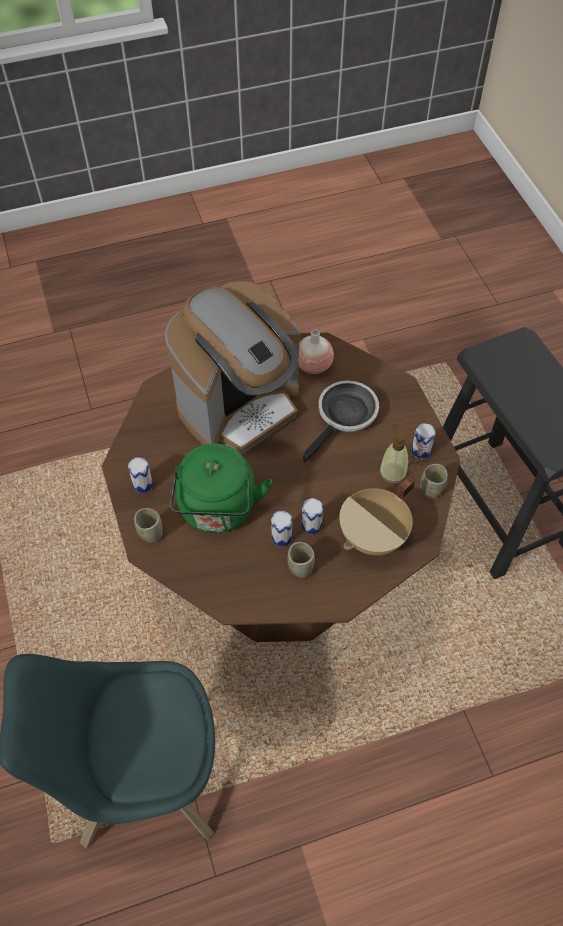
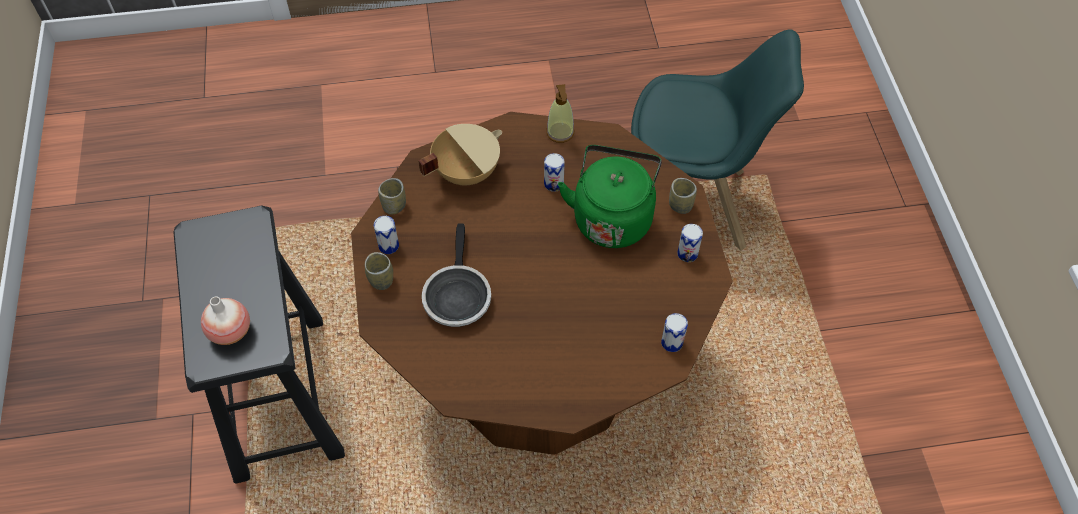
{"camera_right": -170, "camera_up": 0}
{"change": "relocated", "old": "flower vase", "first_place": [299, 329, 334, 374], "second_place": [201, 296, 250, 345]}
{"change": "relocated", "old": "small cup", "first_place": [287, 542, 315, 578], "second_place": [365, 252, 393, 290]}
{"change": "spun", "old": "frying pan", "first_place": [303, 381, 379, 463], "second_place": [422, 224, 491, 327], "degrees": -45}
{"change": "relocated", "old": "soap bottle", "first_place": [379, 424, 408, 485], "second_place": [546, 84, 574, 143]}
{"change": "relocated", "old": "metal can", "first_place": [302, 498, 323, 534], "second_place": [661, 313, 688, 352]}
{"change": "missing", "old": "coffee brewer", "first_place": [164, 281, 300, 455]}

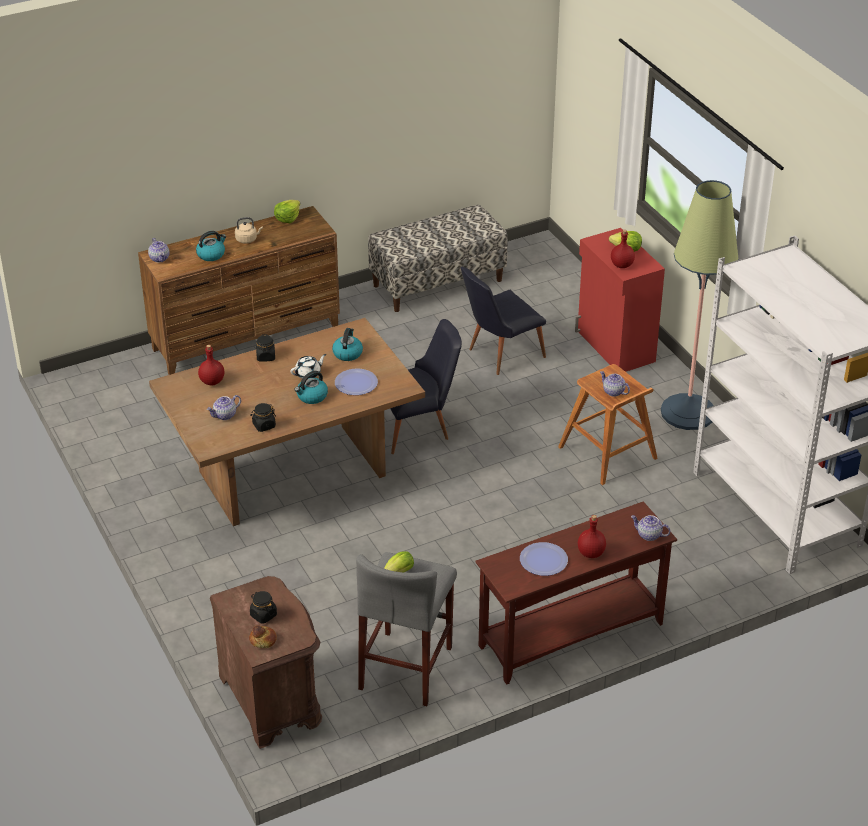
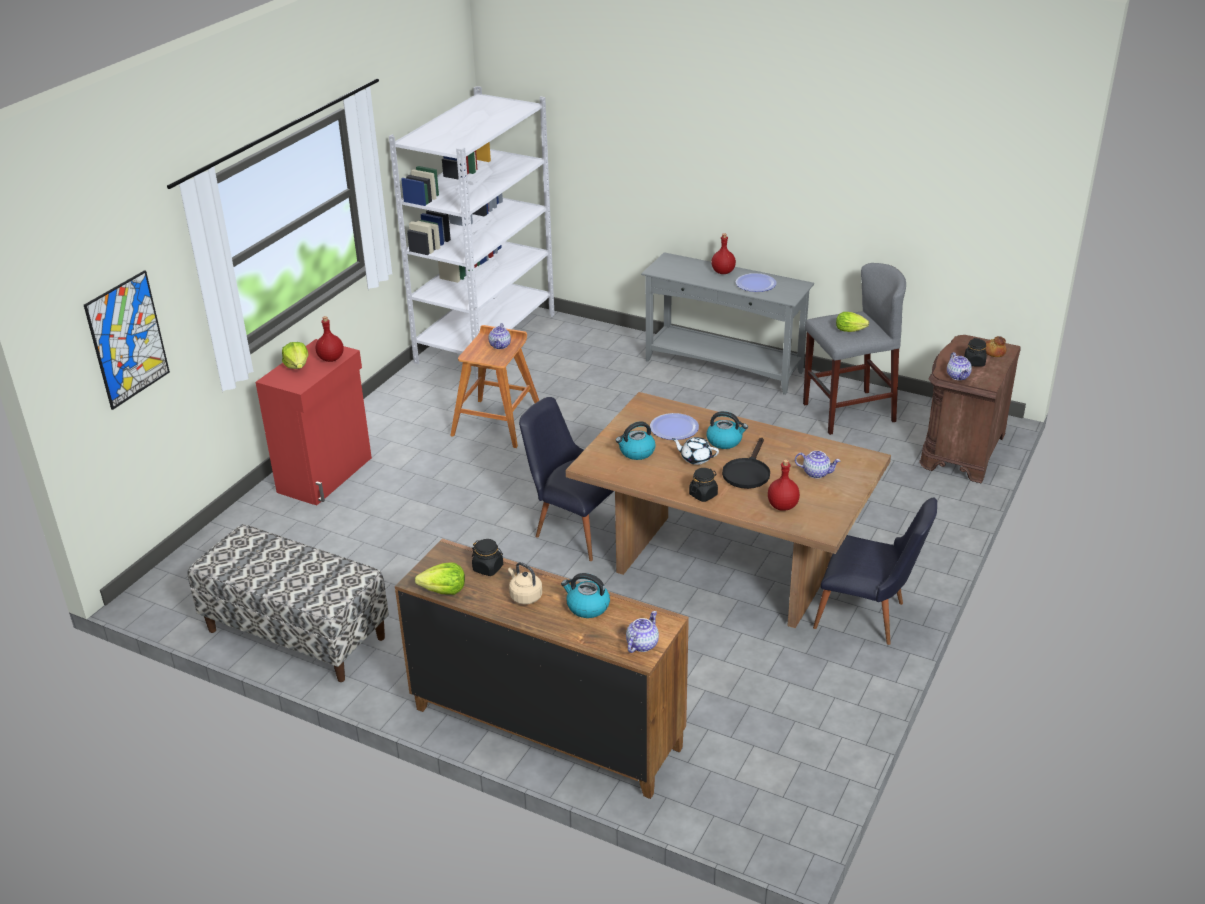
{"camera_right": -125, "camera_up": -5}
{"change": "appeared", "new": "wall art", "second_place": [84, 270, 170, 410]}
{"change": "relocated", "old": "black-coloured preserve jar", "first_place": [250, 403, 276, 432], "second_place": [472, 539, 503, 576]}
{"change": "colour", "old": "brownish hall table", "new": "gray hall table", "first_place": [475, 501, 677, 685], "second_place": [641, 252, 814, 395]}
{"change": "appeared", "new": "black-coloured frying pan", "second_place": [722, 438, 770, 489]}
{"change": "relocated", "old": "black-coloured chair", "first_place": [461, 267, 546, 375], "second_place": [813, 498, 937, 645]}
{"change": "relocated", "old": "pot for tea", "first_place": [631, 515, 670, 541], "second_place": [947, 352, 972, 380]}
{"change": "missing", "old": "standing lamp", "first_place": [661, 180, 739, 430]}

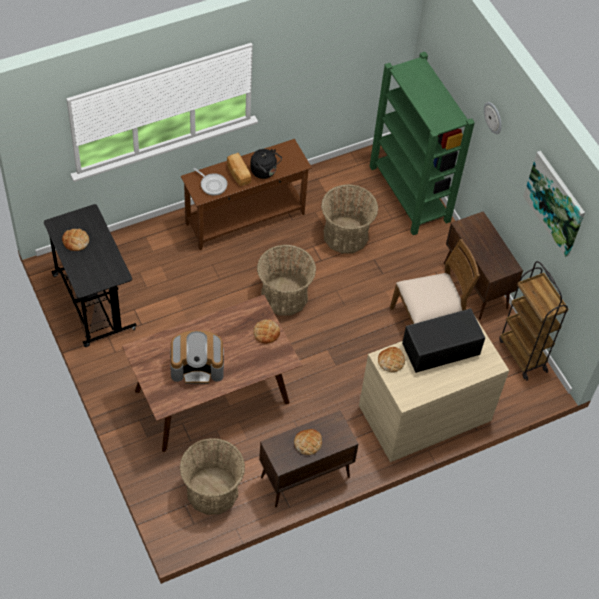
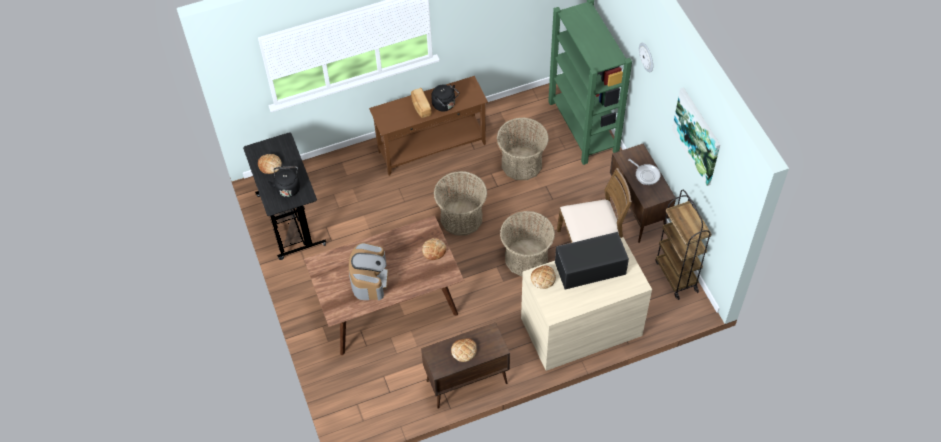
{"camera_right": 10, "camera_up": 0}
{"change": "appeared", "new": "black-coloured kettle", "second_place": [268, 166, 300, 197]}
{"change": "spun", "old": "coffee brewer", "first_place": [170, 331, 224, 384], "second_place": [349, 243, 389, 300], "degrees": -90}
{"change": "relocated", "old": "household basket", "first_place": [180, 438, 245, 515], "second_place": [500, 211, 555, 276]}
{"change": "relocated", "old": "frying pan", "first_place": [194, 168, 227, 196], "second_place": [628, 159, 661, 185]}

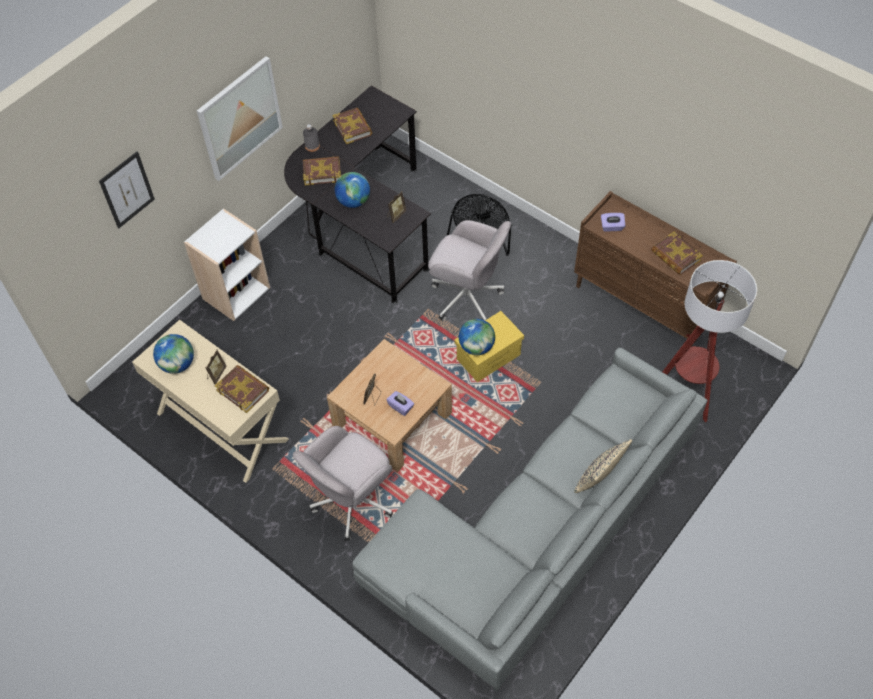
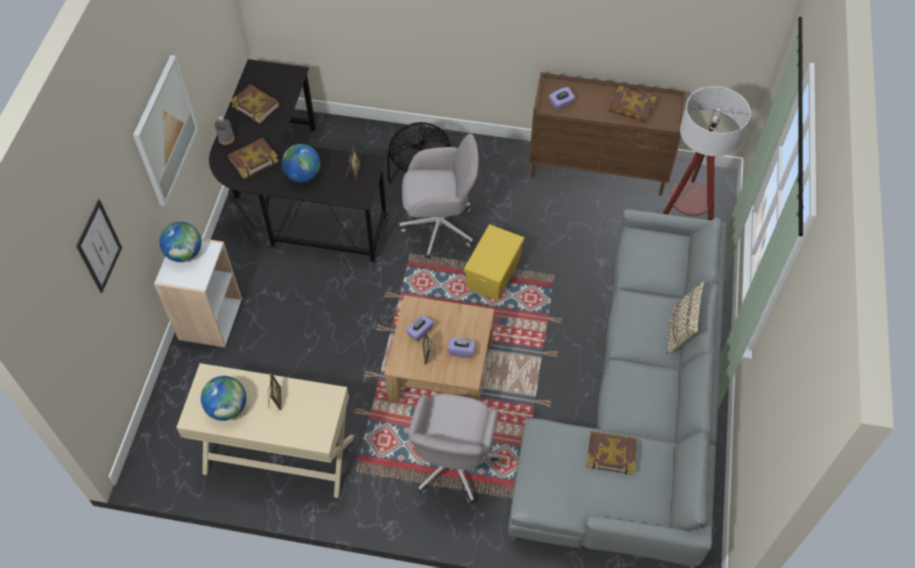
{"camera_right": -30, "camera_up": 0}
{"change": "relocated", "old": "desk globe", "first_place": [459, 319, 495, 355], "second_place": [160, 222, 201, 262]}
{"change": "appeared", "new": "purplish tissue holder", "second_place": [406, 315, 434, 342]}
{"change": "relocated", "old": "volume", "first_place": [215, 365, 269, 413], "second_place": [586, 431, 637, 475]}

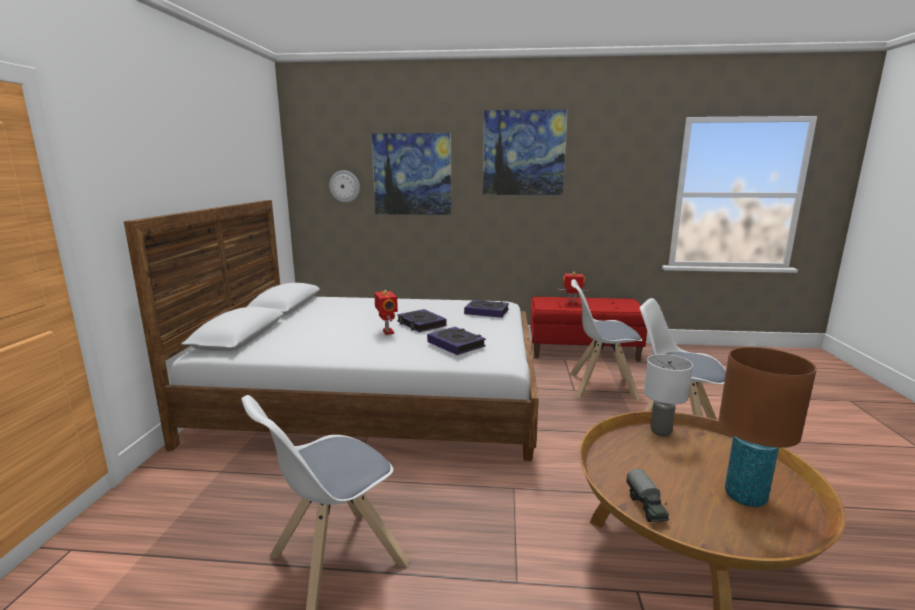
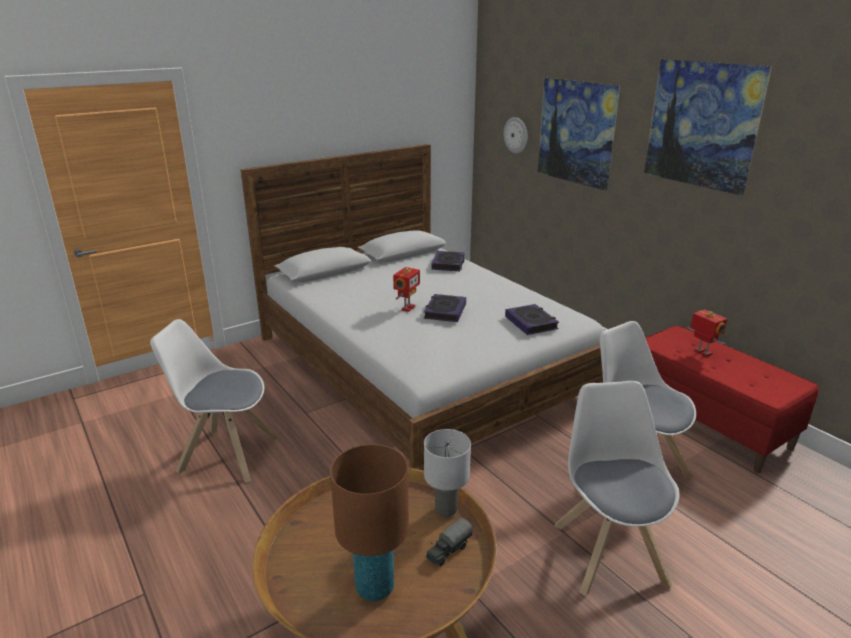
{"camera_right": 50, "camera_up": 10}
{"change": "relocated", "old": "toy lorry", "first_place": [626, 469, 669, 522], "second_place": [426, 518, 473, 566]}
{"change": "relocated", "old": "volume", "first_place": [427, 327, 486, 355], "second_place": [431, 251, 465, 271]}

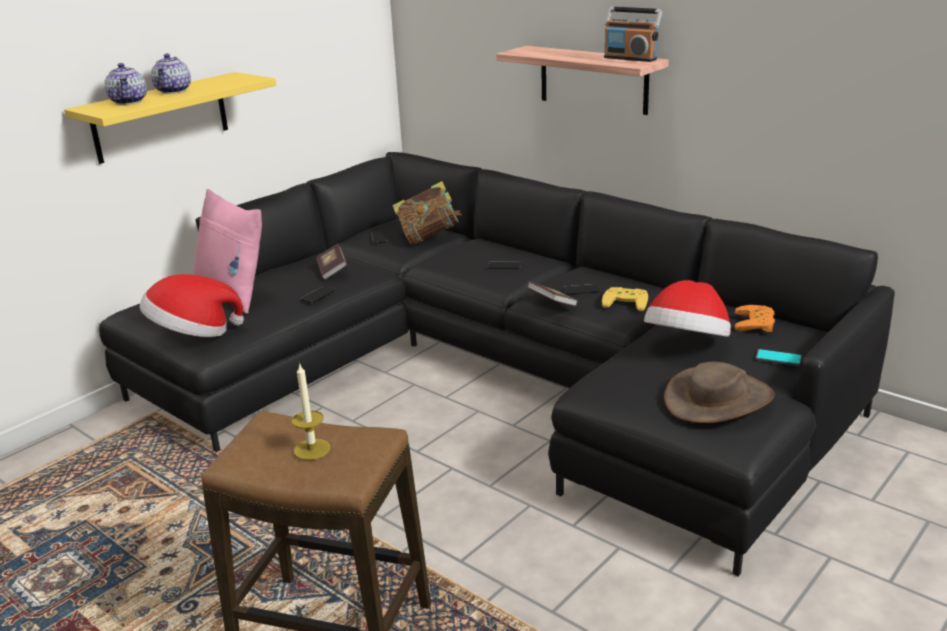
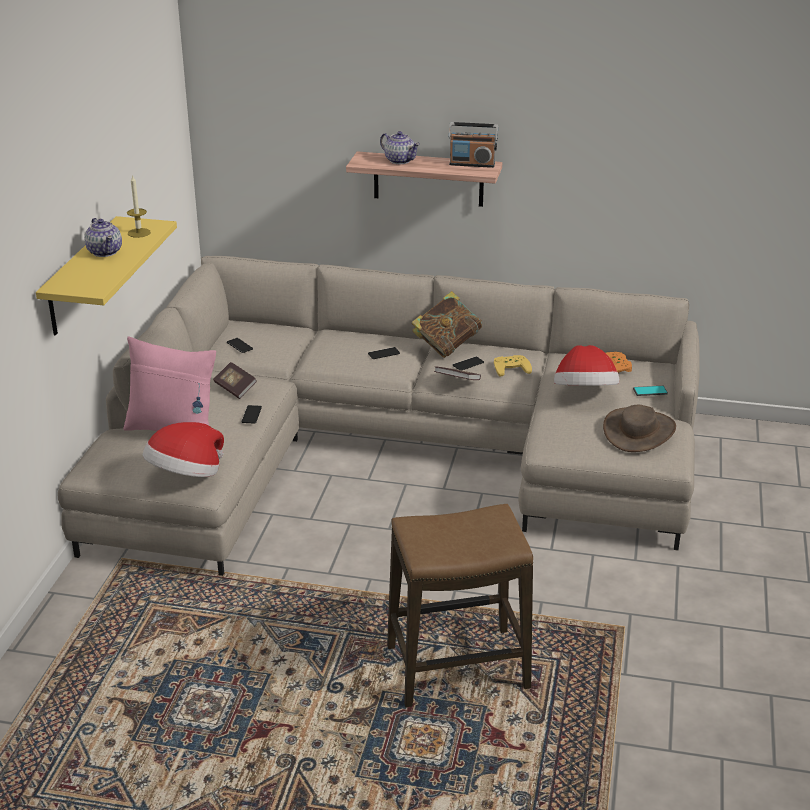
{"camera_right": -30, "camera_up": 5}
{"change": "colour", "old": "black-coloured settee", "new": "sand-coloured settee", "first_place": [99, 152, 895, 577], "second_place": [58, 256, 699, 576]}
{"change": "relocated", "old": "wax candle", "first_place": [292, 363, 330, 460], "second_place": [127, 174, 151, 238]}
{"change": "relocated", "old": "pot for tea", "first_place": [104, 63, 147, 105], "second_place": [380, 131, 420, 164]}
{"change": "relocated", "old": "volume", "first_place": [393, 181, 462, 245], "second_place": [412, 291, 482, 358]}

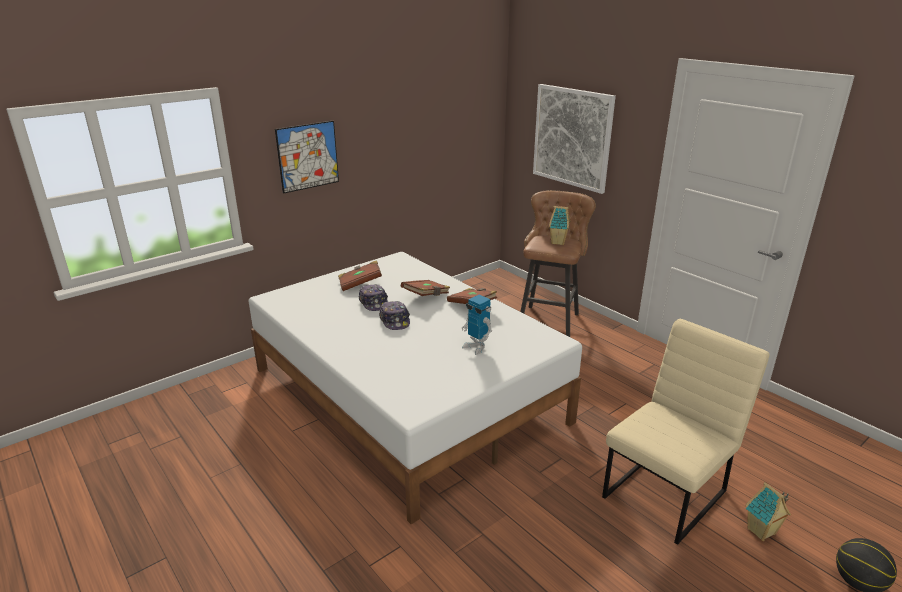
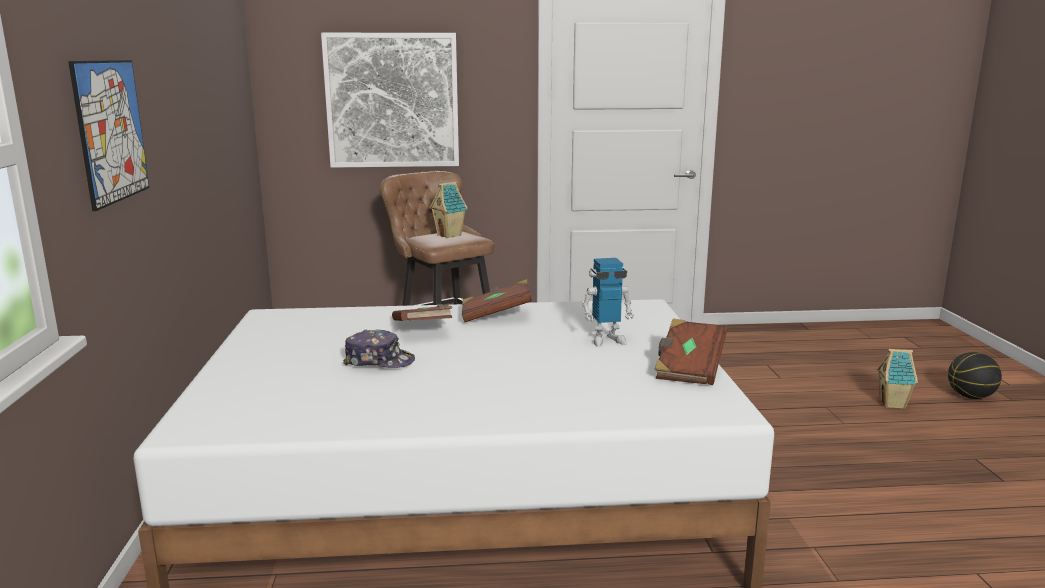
{"camera_right": -55, "camera_up": -10}
{"change": "relocated", "old": "brownish volume", "first_place": [338, 260, 382, 291], "second_place": [655, 318, 727, 385]}
{"change": "missing", "old": "baseball cap", "first_place": [379, 301, 410, 330]}
{"change": "missing", "old": "sand-coloured chair", "first_place": [602, 319, 769, 545]}

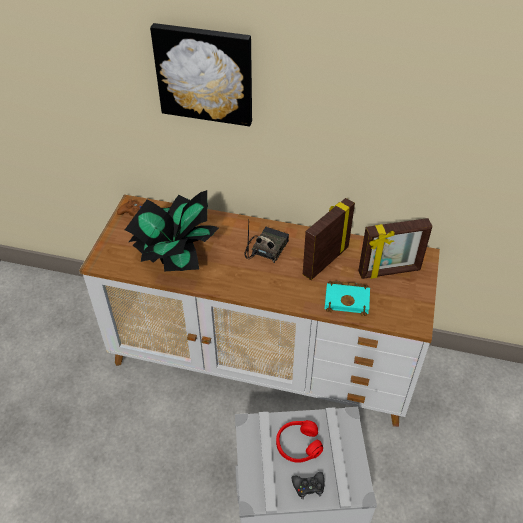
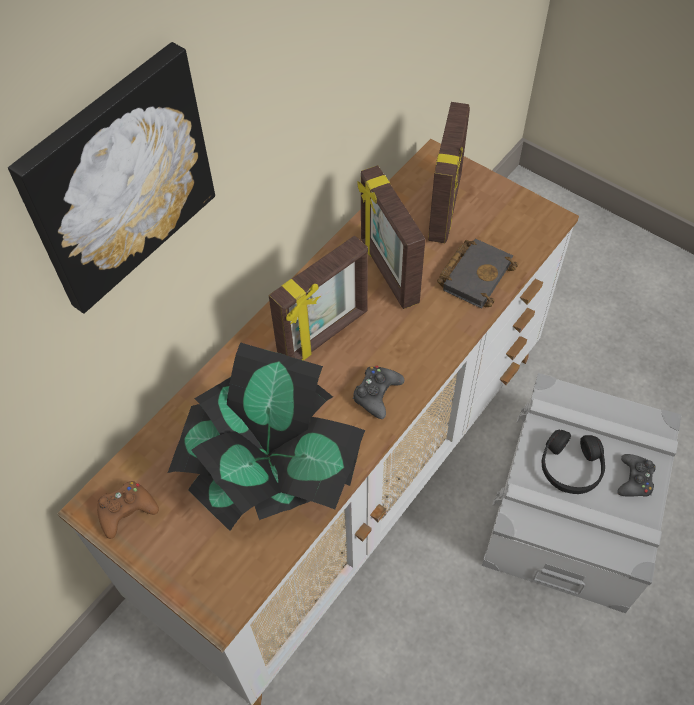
{"camera_right": -65, "camera_up": 10}
{"change": "exchanged", "old": "radio receiver", "new": "standing frame", "first_place": [244, 222, 289, 263], "second_place": [269, 236, 368, 361]}
{"change": "appeared", "new": "black-coloured game controller", "second_place": [353, 366, 404, 419]}
{"change": "colour", "old": "turquoise-coloured volume", "new": "black-coloured volume", "first_place": [325, 281, 370, 316], "second_place": [437, 239, 518, 309]}
{"change": "colour", "old": "reddish headphones", "new": "black-coloured headphones", "first_place": [276, 420, 323, 463], "second_place": [541, 430, 605, 494]}

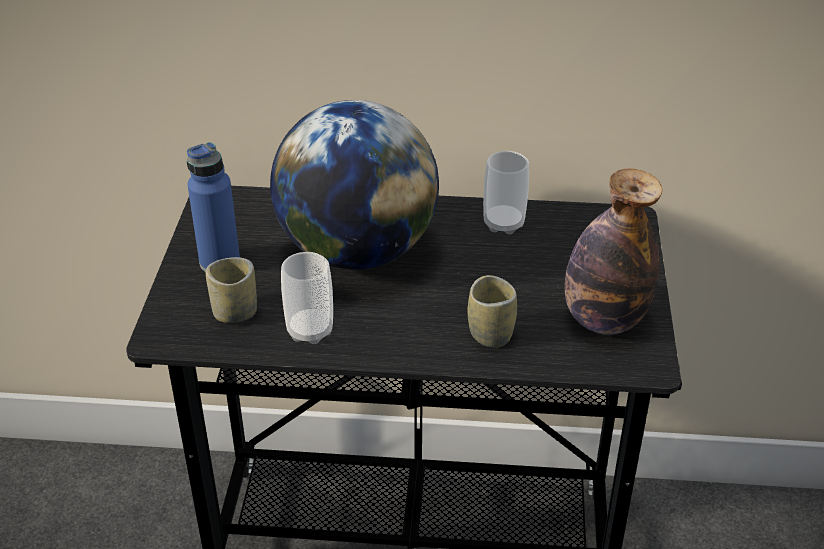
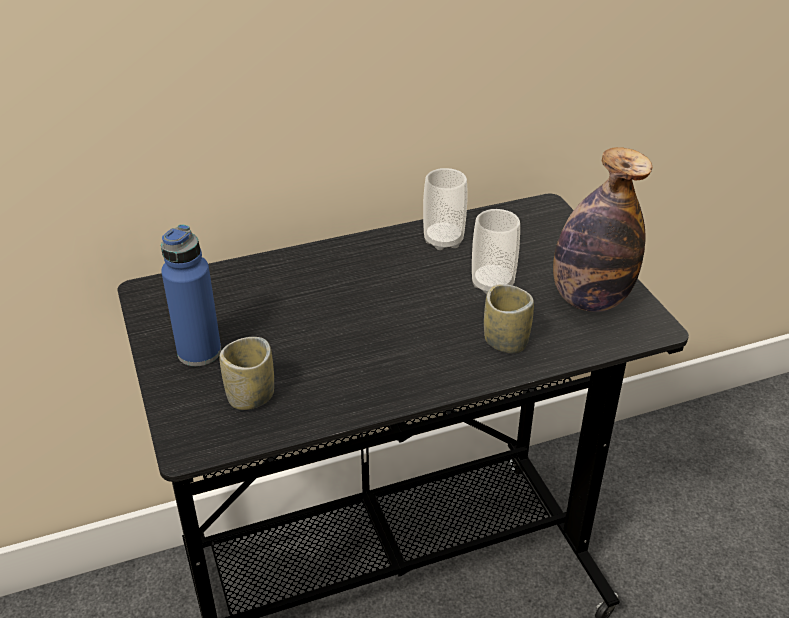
{"camera_right": -25, "camera_up": 0}
{"change": "relocated", "old": "small cup", "first_place": [281, 252, 333, 344], "second_place": [472, 209, 520, 294]}
{"change": "missing", "old": "desk globe", "first_place": [270, 100, 439, 270]}

